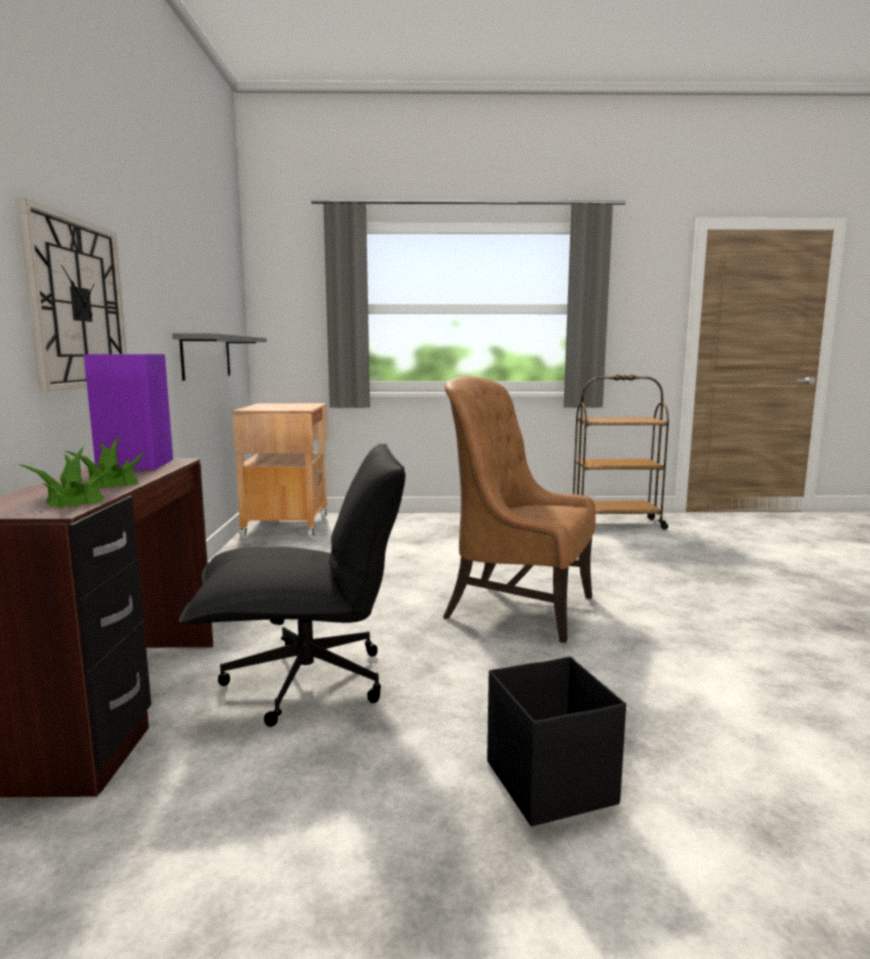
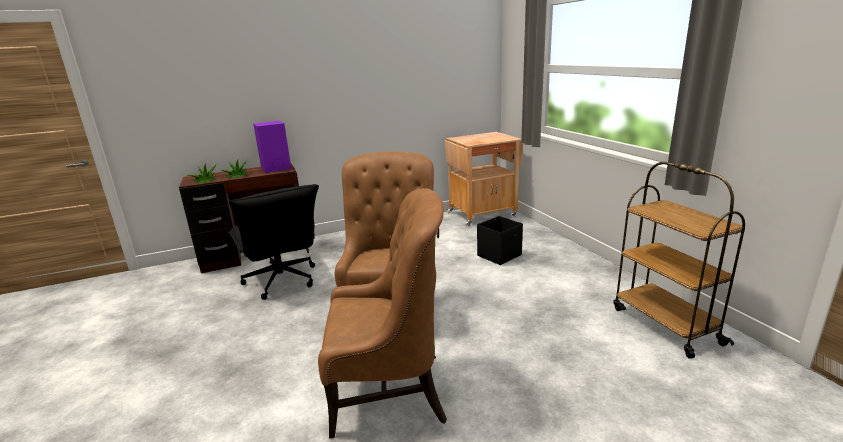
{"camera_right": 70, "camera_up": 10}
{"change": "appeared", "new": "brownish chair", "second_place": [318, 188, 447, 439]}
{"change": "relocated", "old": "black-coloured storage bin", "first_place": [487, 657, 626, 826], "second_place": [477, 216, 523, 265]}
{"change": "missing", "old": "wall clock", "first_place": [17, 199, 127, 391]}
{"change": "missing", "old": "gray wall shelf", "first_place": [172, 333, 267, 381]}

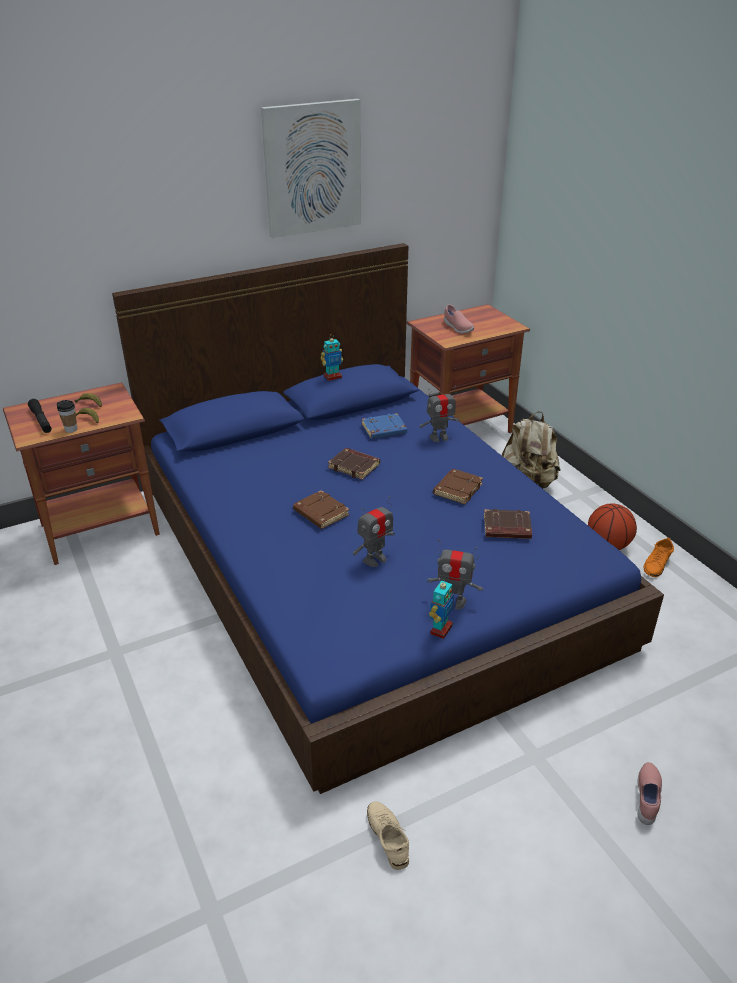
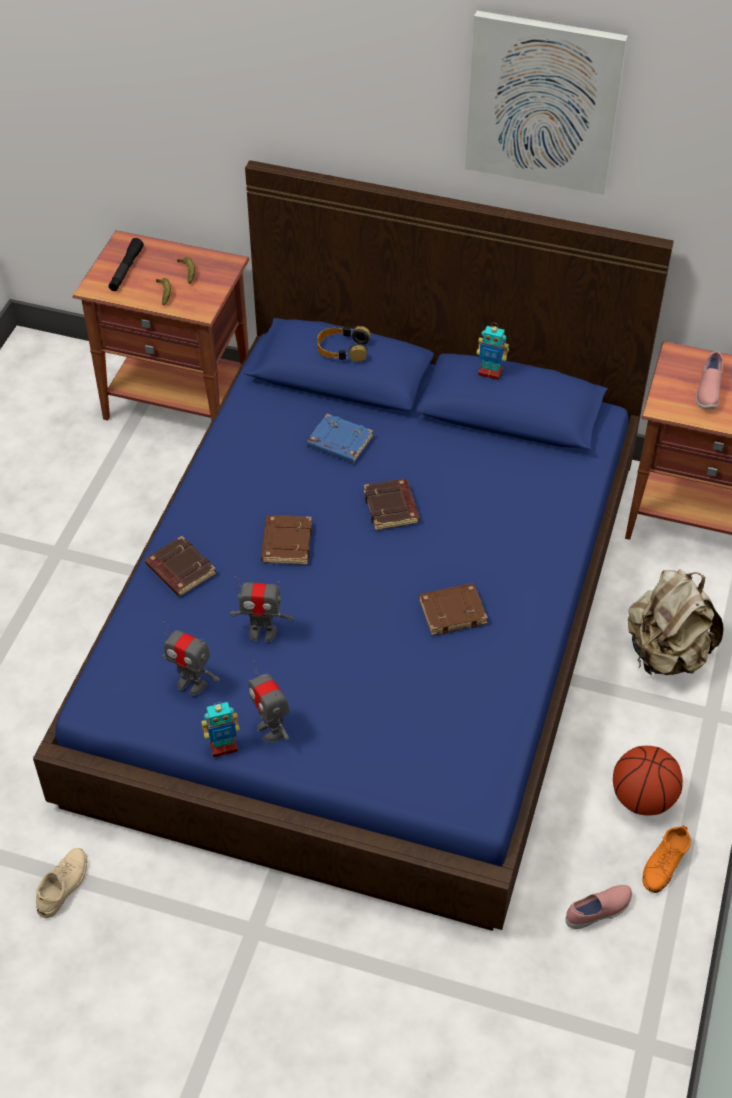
{"camera_right": 45, "camera_up": 15}
{"change": "relocated", "old": "brownish volume", "first_place": [484, 509, 532, 539], "second_place": [145, 536, 216, 597]}
{"change": "relocated", "old": "robot figure", "first_place": [419, 386, 460, 442], "second_place": [162, 622, 220, 695]}
{"change": "relocated", "old": "blue-coloured volume", "first_place": [362, 413, 407, 439], "second_place": [307, 414, 373, 463]}
{"change": "appeared", "new": "headphones", "second_place": [317, 326, 371, 362]}
{"change": "relocated", "old": "pinkish low shoe", "first_place": [637, 762, 662, 825], "second_place": [565, 885, 632, 929]}
{"change": "spun", "old": "orange low shoe", "first_place": [644, 537, 674, 577], "second_place": [642, 825, 691, 893], "degrees": -45}
{"change": "missing", "old": "small cup", "first_place": [57, 400, 78, 433]}

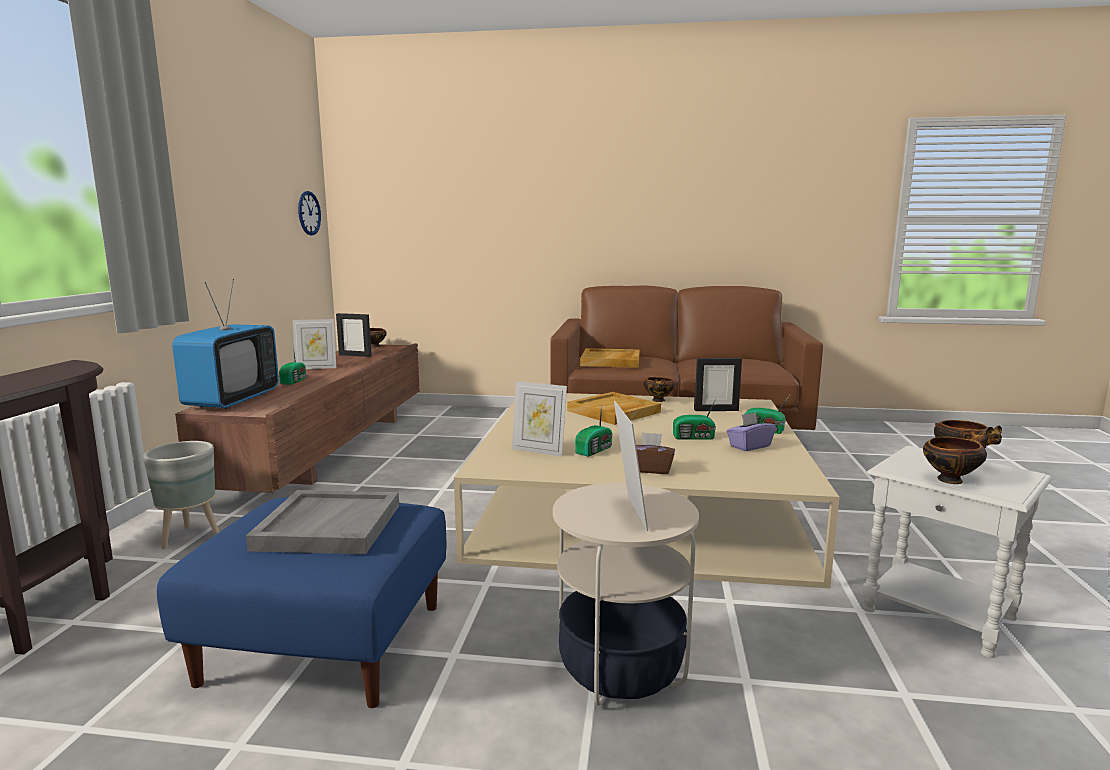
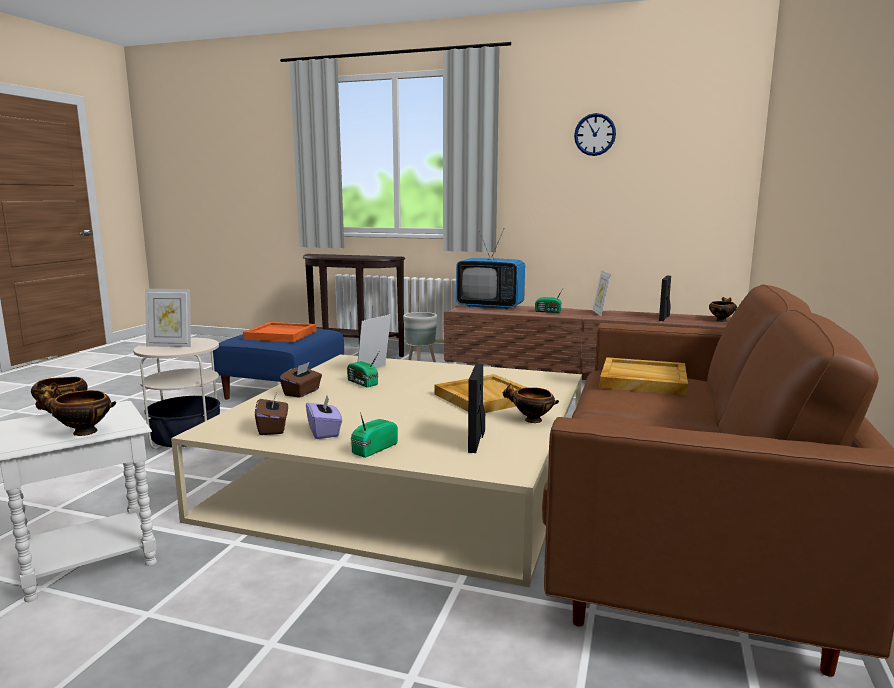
{"camera_right": 100, "camera_up": 0}
{"change": "colour", "old": "gray serving tray", "new": "orange serving tray", "first_place": [246, 490, 399, 554], "second_place": [243, 322, 317, 342]}
{"change": "appeared", "new": "brownish tissue holder", "second_place": [255, 393, 288, 435]}
{"change": "relocated", "old": "wall clock", "first_place": [298, 191, 321, 235], "second_place": [574, 113, 616, 156]}
{"change": "missing", "old": "radio receiver", "first_place": [673, 399, 716, 439]}

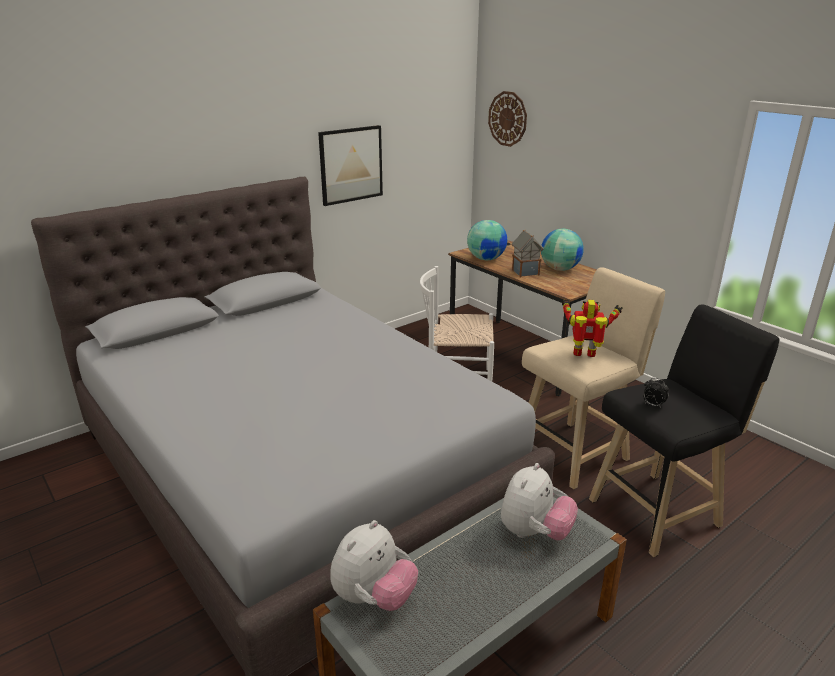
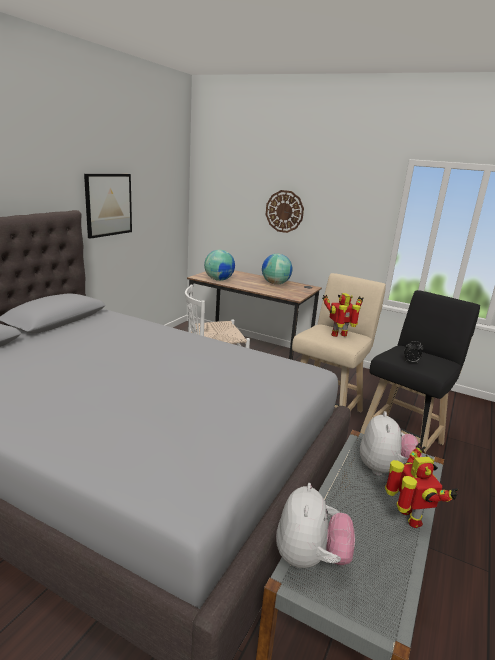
{"camera_right": -25, "camera_up": -5}
{"change": "relocated", "old": "wall clock", "first_place": [488, 91, 527, 147], "second_place": [266, 190, 304, 233]}
{"change": "appeared", "new": "robot figure", "second_place": [385, 443, 458, 528]}
{"change": "missing", "old": "miniature house", "first_place": [512, 230, 544, 277]}

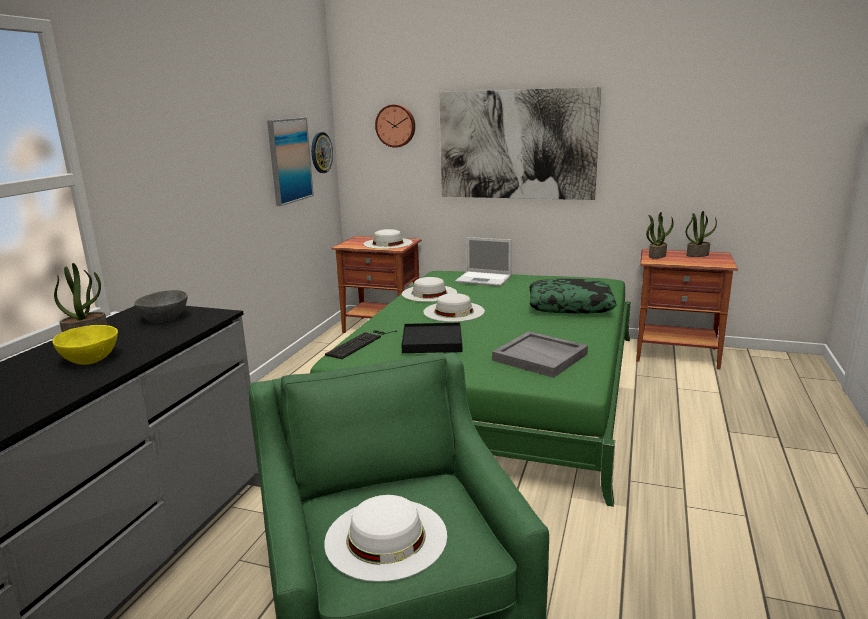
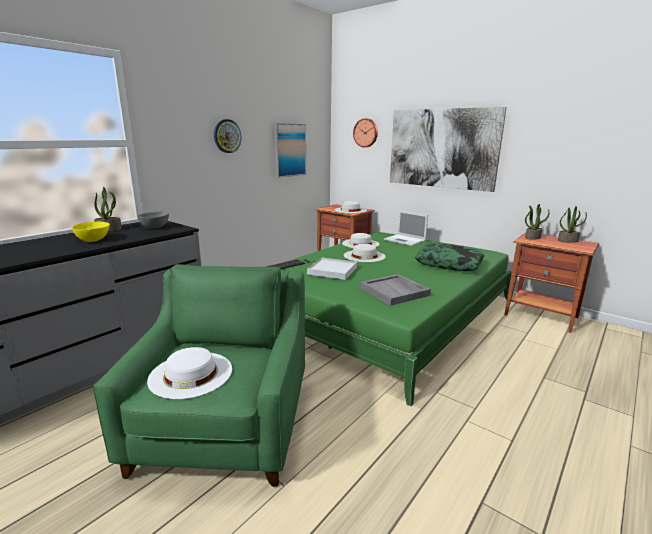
{"camera_right": 20, "camera_up": 0}
{"change": "relocated", "old": "wall clock", "first_place": [311, 132, 333, 173], "second_place": [214, 119, 241, 153]}
{"change": "colour", "old": "black-coloured serving tray", "new": "white-coloured serving tray", "first_place": [401, 323, 462, 353], "second_place": [307, 258, 357, 280]}

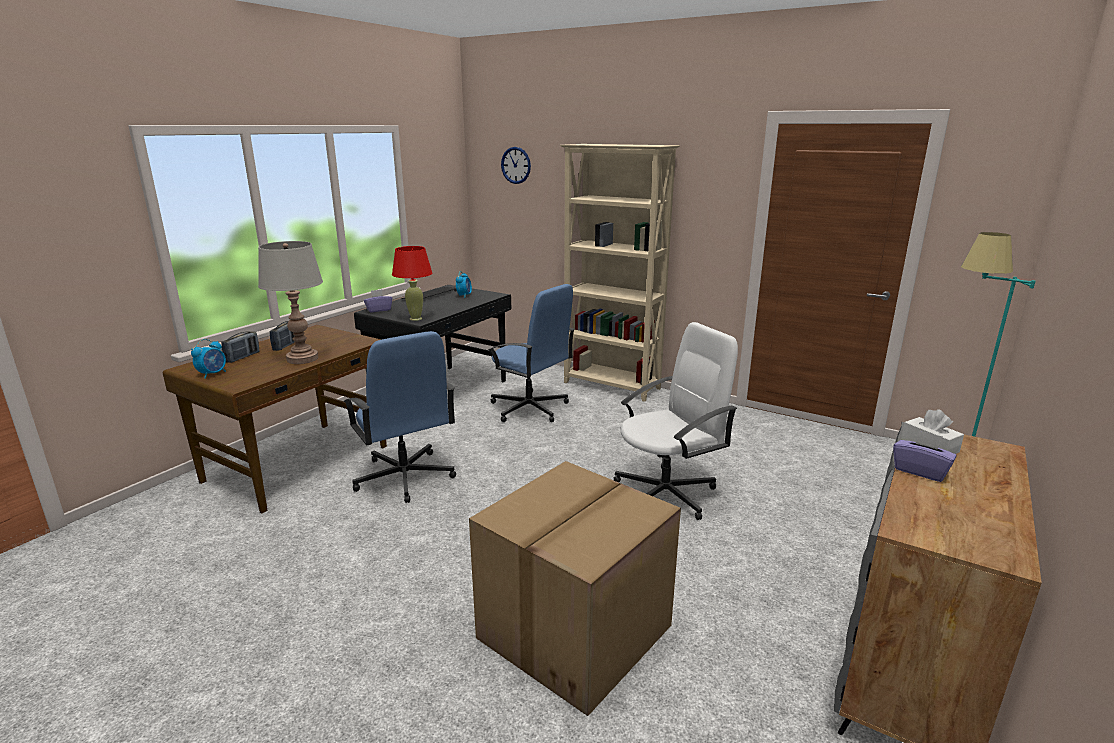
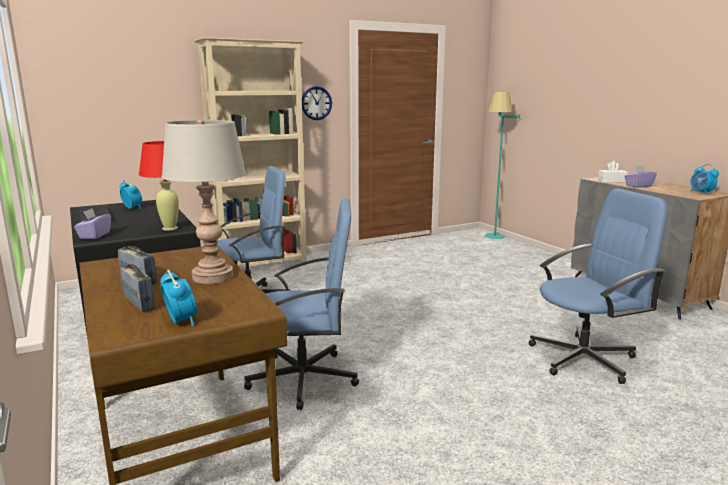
{"camera_right": -60, "camera_up": -5}
{"change": "relocated", "old": "wall clock", "first_place": [501, 147, 531, 184], "second_place": [302, 86, 332, 120]}
{"change": "exchanged", "old": "cardboard box", "new": "blue-coloured office chair", "first_place": [469, 461, 681, 716], "second_place": [529, 189, 668, 384]}
{"change": "appeared", "new": "bedside clock", "second_place": [690, 164, 719, 195]}
{"change": "missing", "old": "white-coloured office chair", "first_place": [614, 322, 738, 520]}

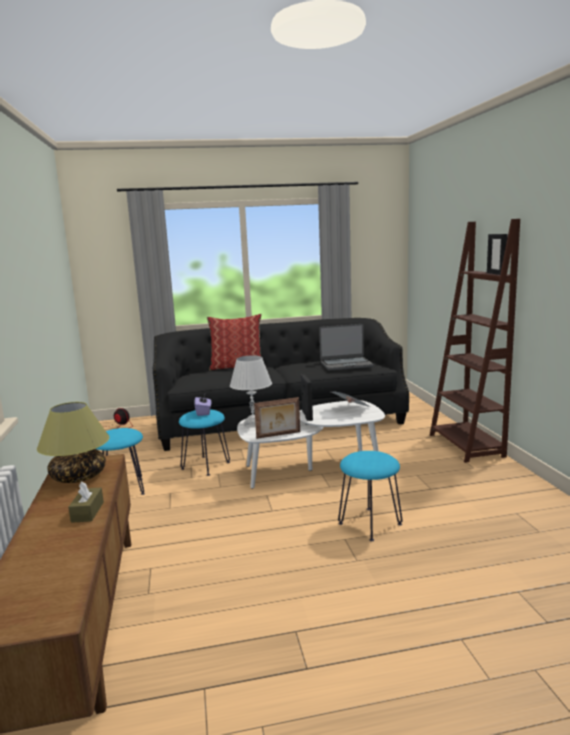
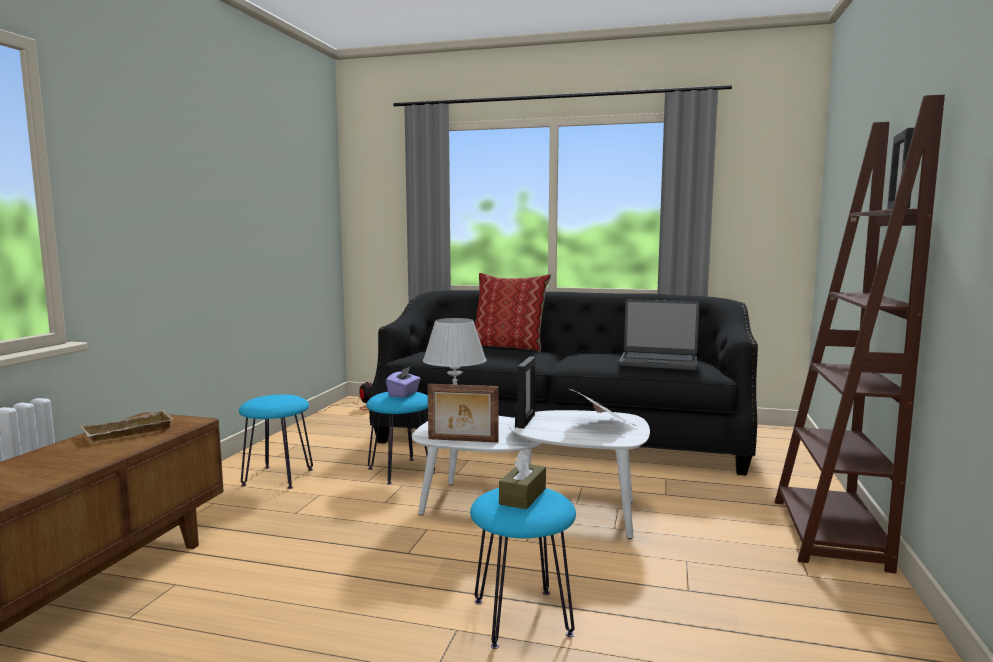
{"camera_right": 25, "camera_up": -5}
{"change": "exchanged", "old": "tabletop lamp", "new": "sand-coloured serving tray", "first_place": [37, 402, 110, 483], "second_place": [81, 410, 173, 442]}
{"change": "relocated", "old": "brownish tissue holder", "first_place": [68, 482, 104, 523], "second_place": [499, 451, 546, 509]}

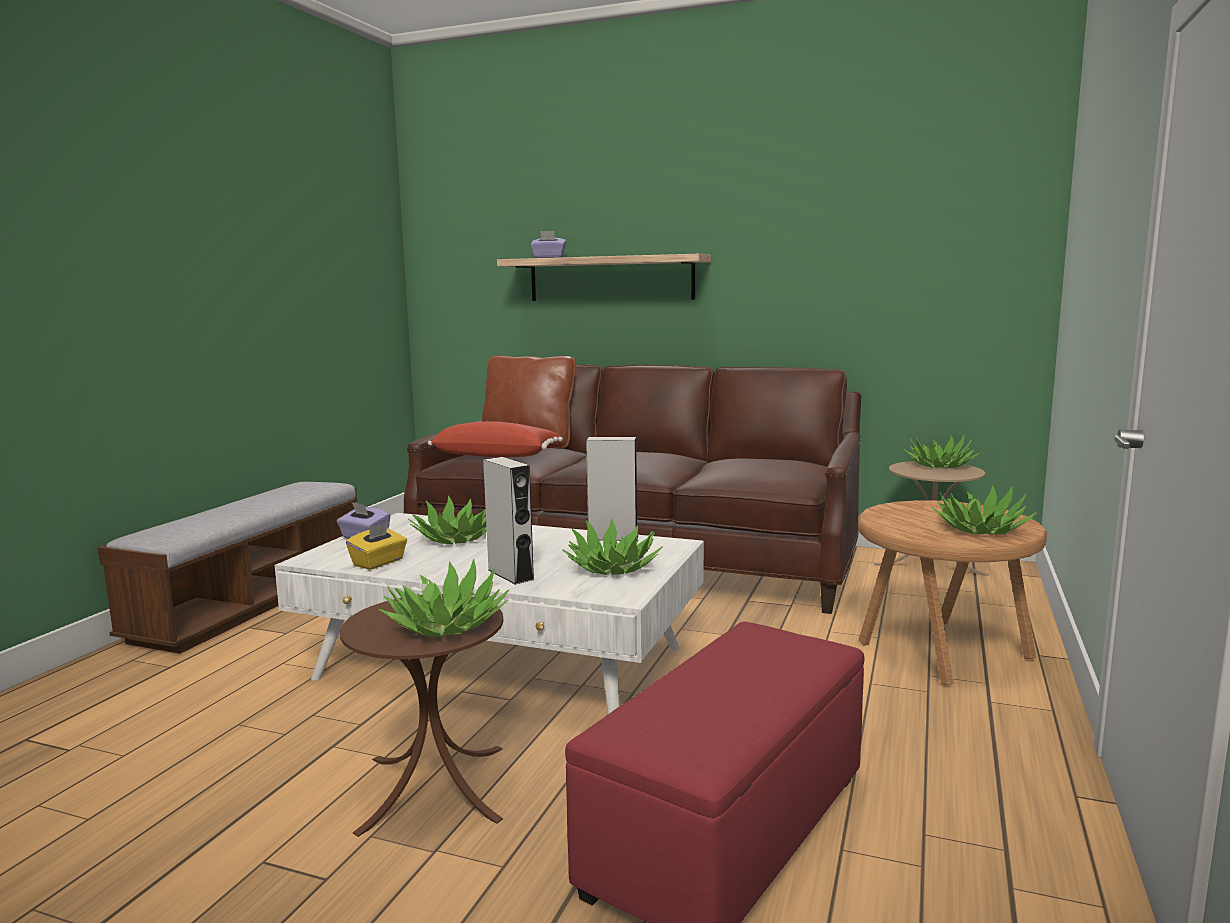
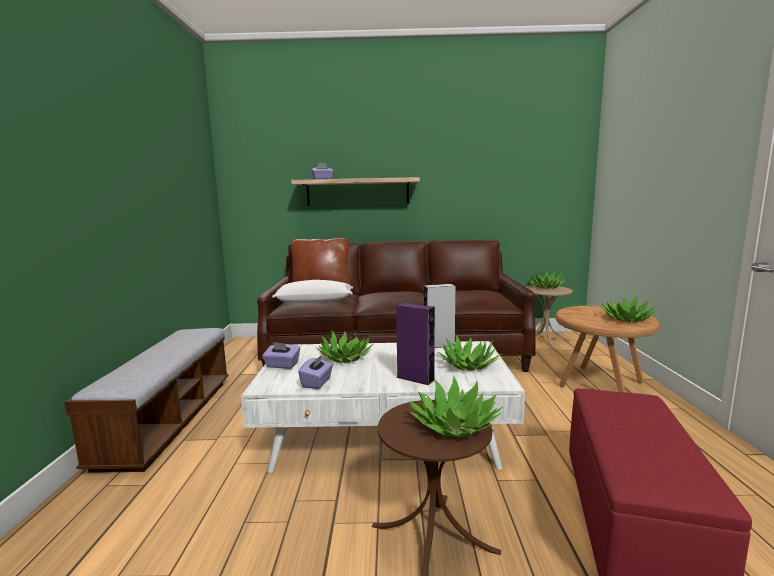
{"camera_right": -20, "camera_up": 0}
{"change": "colour", "old": "reddish cushion", "new": "white-coloured cushion", "first_place": [428, 421, 563, 457], "second_place": [272, 280, 353, 302]}
{"change": "colour", "old": "yellow tissue holder", "new": "purplish tissue holder", "first_place": [346, 522, 407, 570], "second_place": [298, 354, 333, 389]}
{"change": "colour", "old": "gray loudspeaker", "new": "purplish loudspeaker", "first_place": [483, 457, 535, 585], "second_place": [396, 303, 435, 385]}

